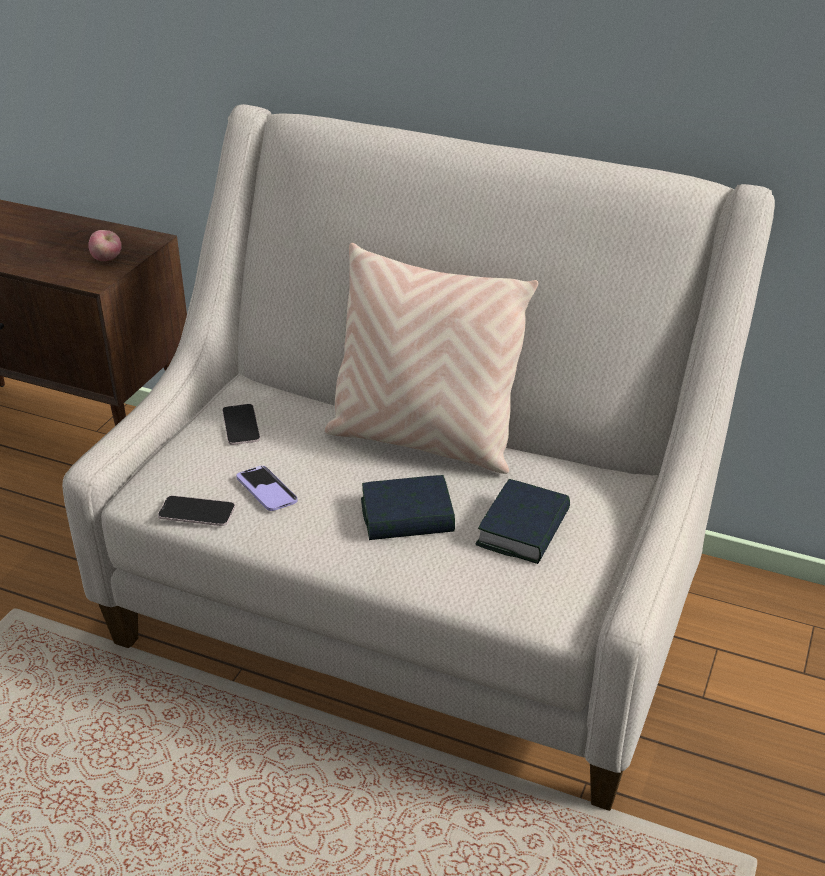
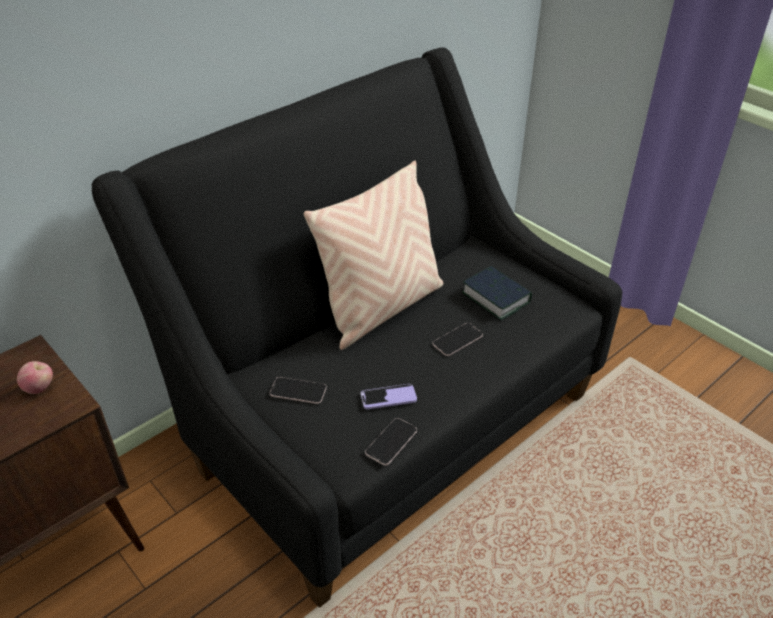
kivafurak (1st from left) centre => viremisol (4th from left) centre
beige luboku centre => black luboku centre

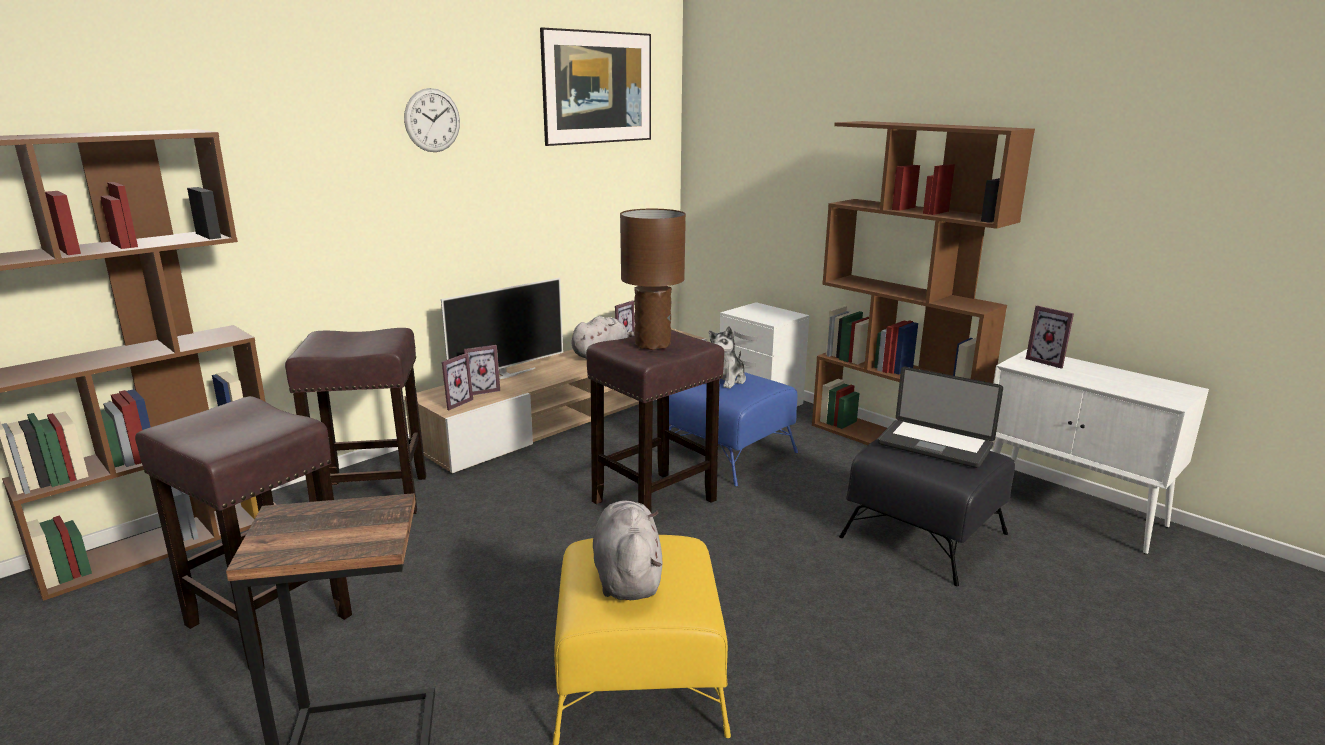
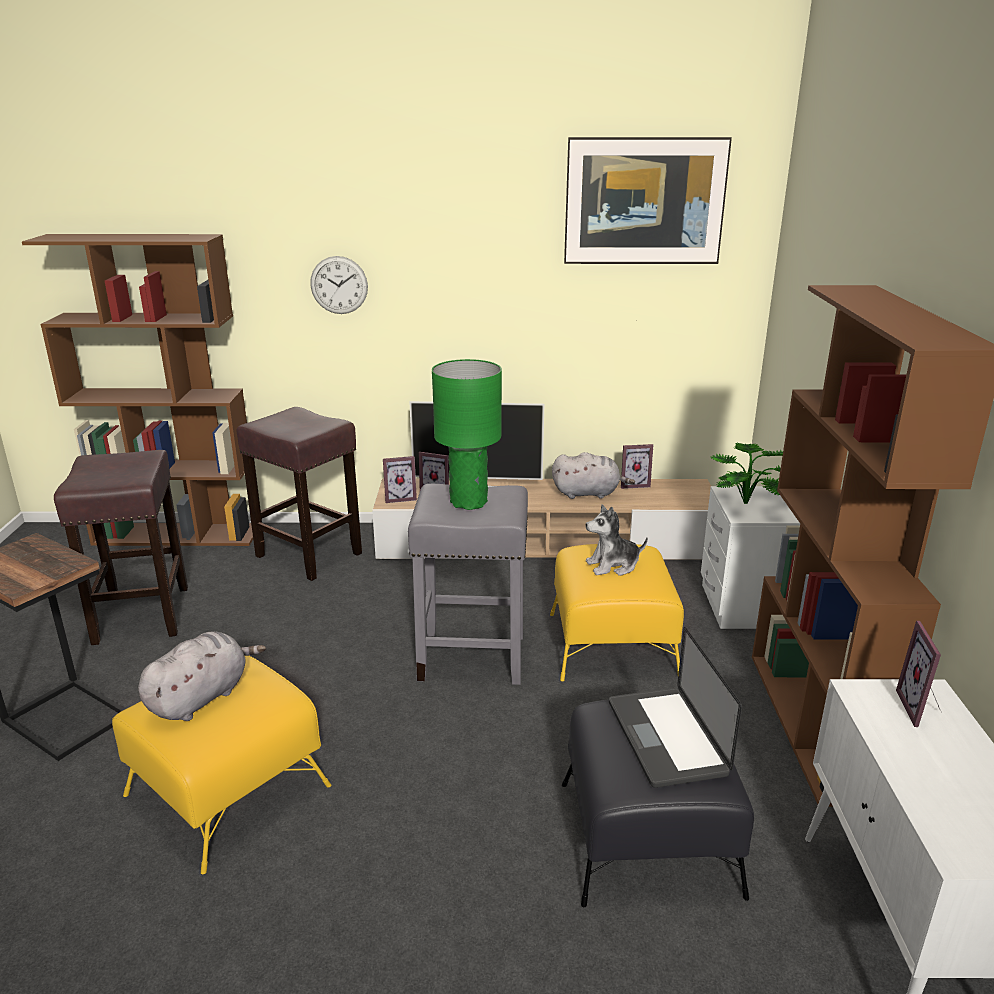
nothing => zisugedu middle right
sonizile top left => sonizile top centre, moved
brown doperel (3rd from left) centre => grey doperel centre
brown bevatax centre => green bevatax centre
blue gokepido centre => yellow gokepido (2nd from left) centre

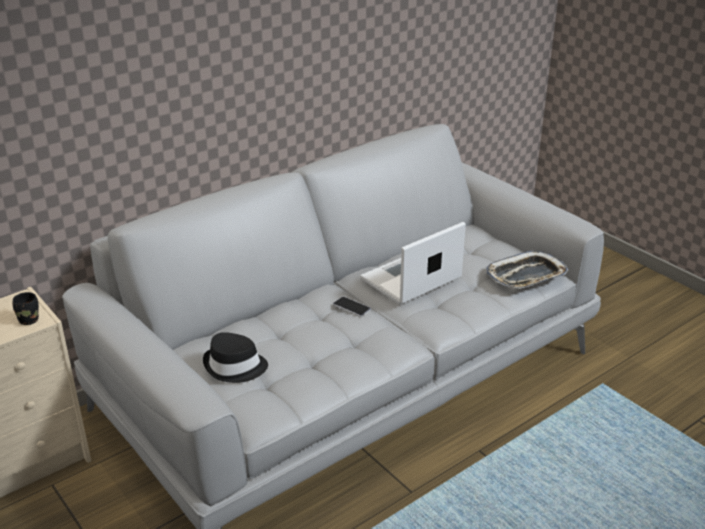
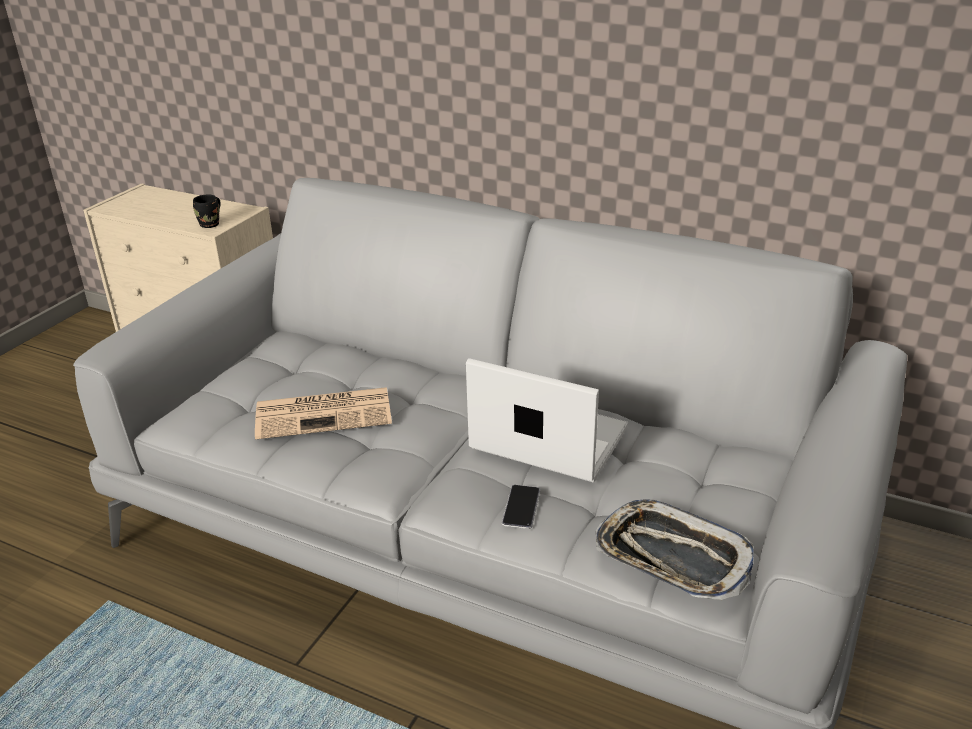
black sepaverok bottom centre => nothing
nothing => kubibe middle left
viremisol centre => viremisol bottom centre, moved

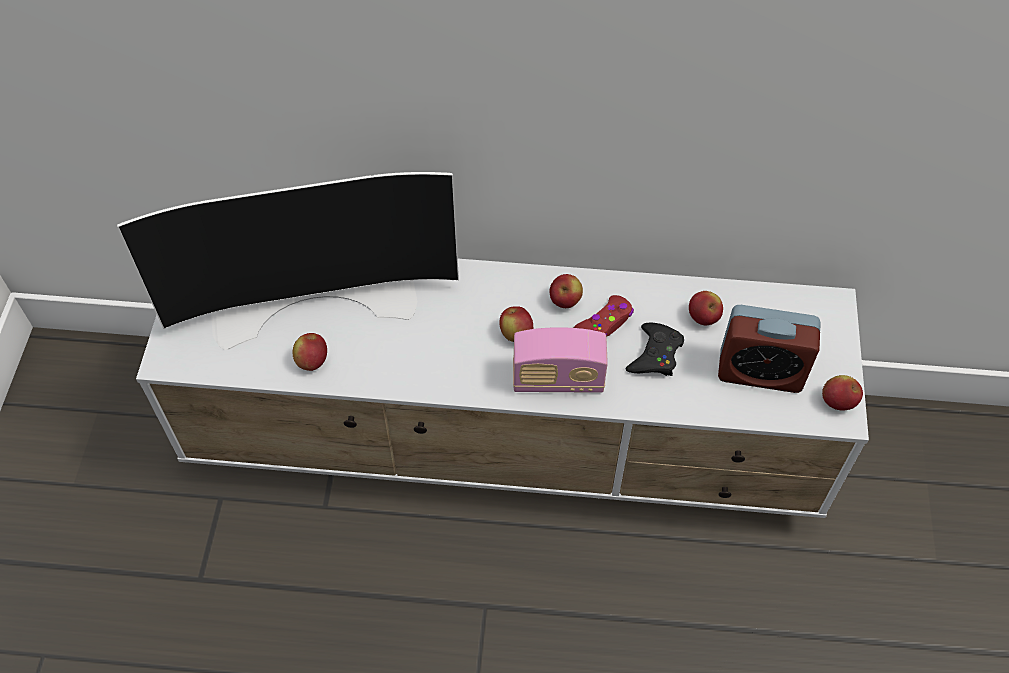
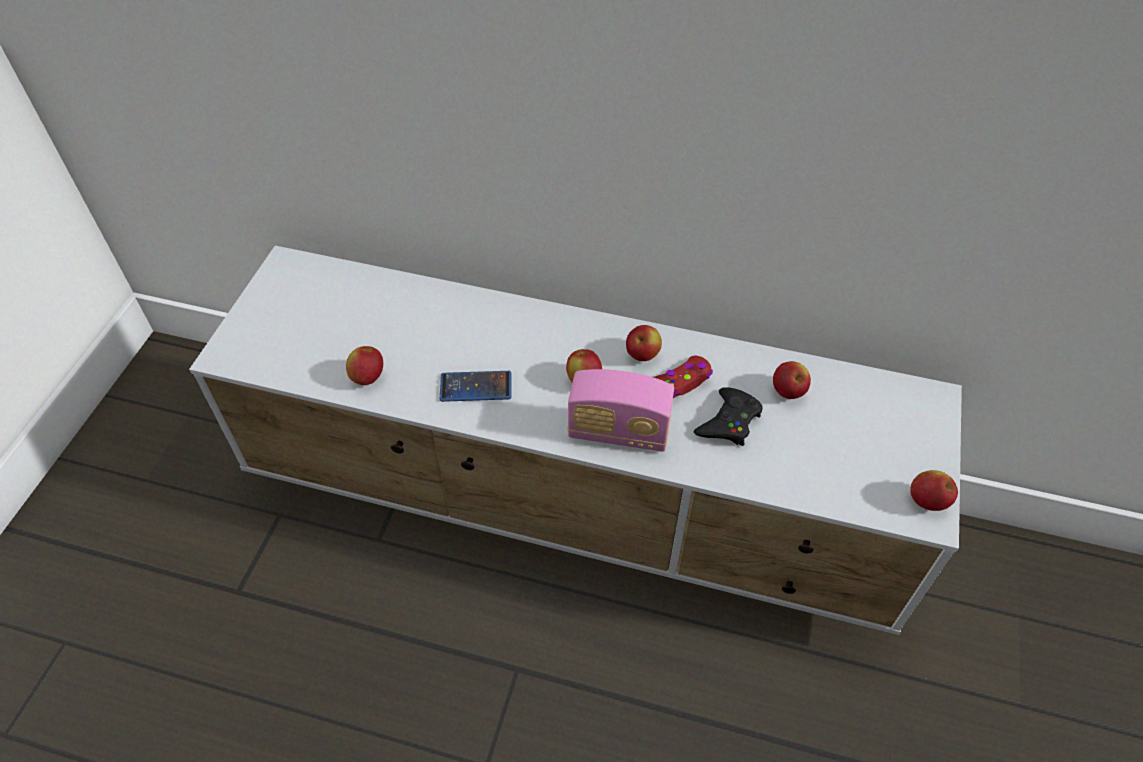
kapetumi middle left => nothing
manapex middle right => nothing
nothing => viremisol centre

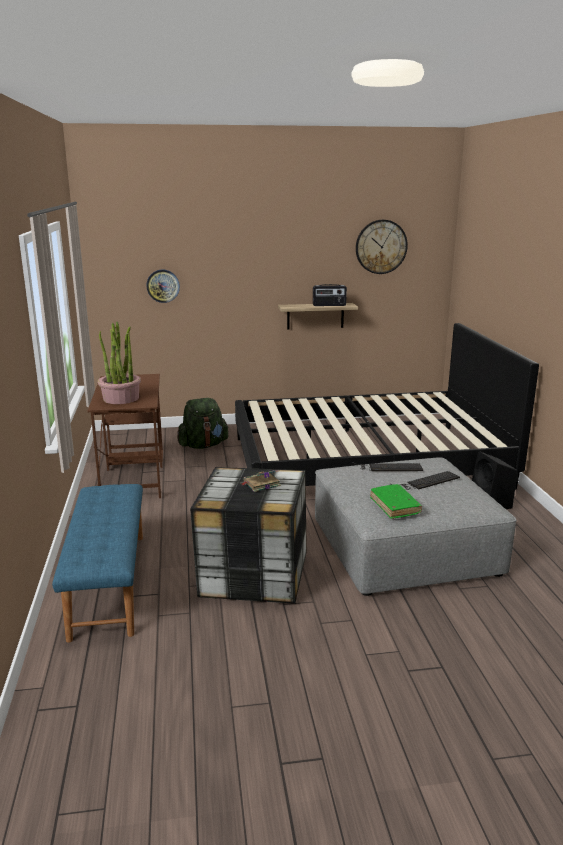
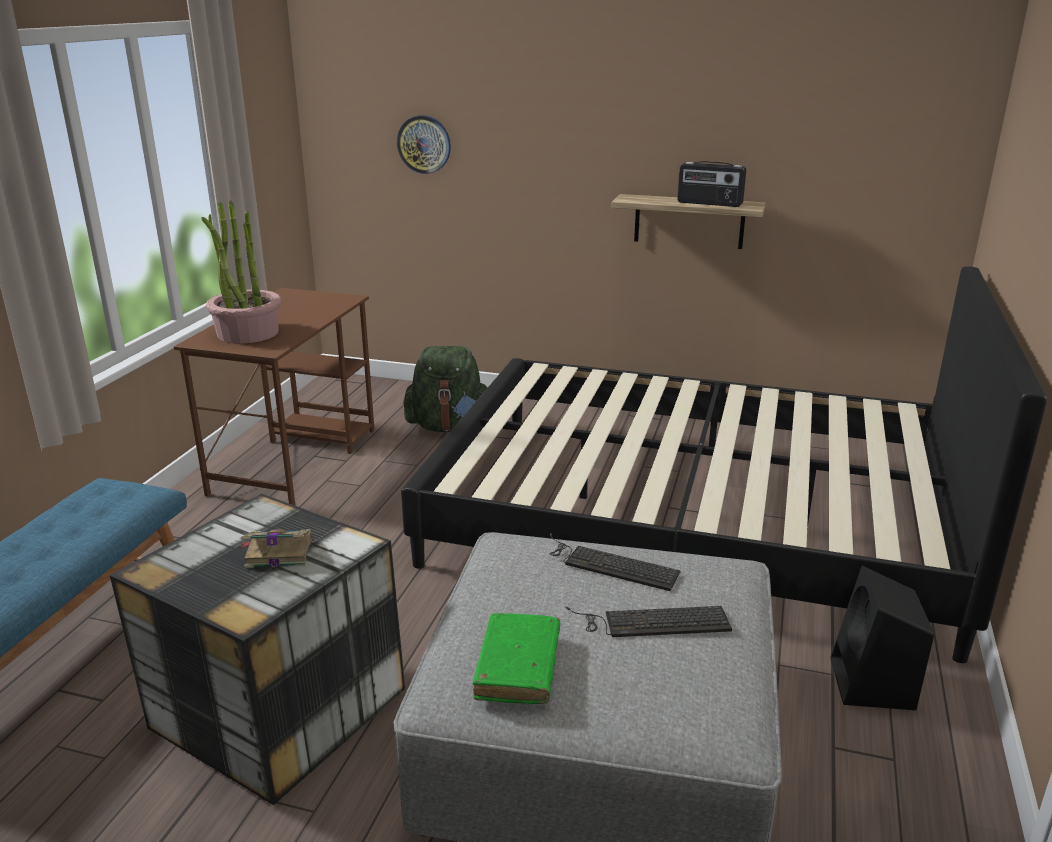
sonizile (2nd from left) top right => nothing

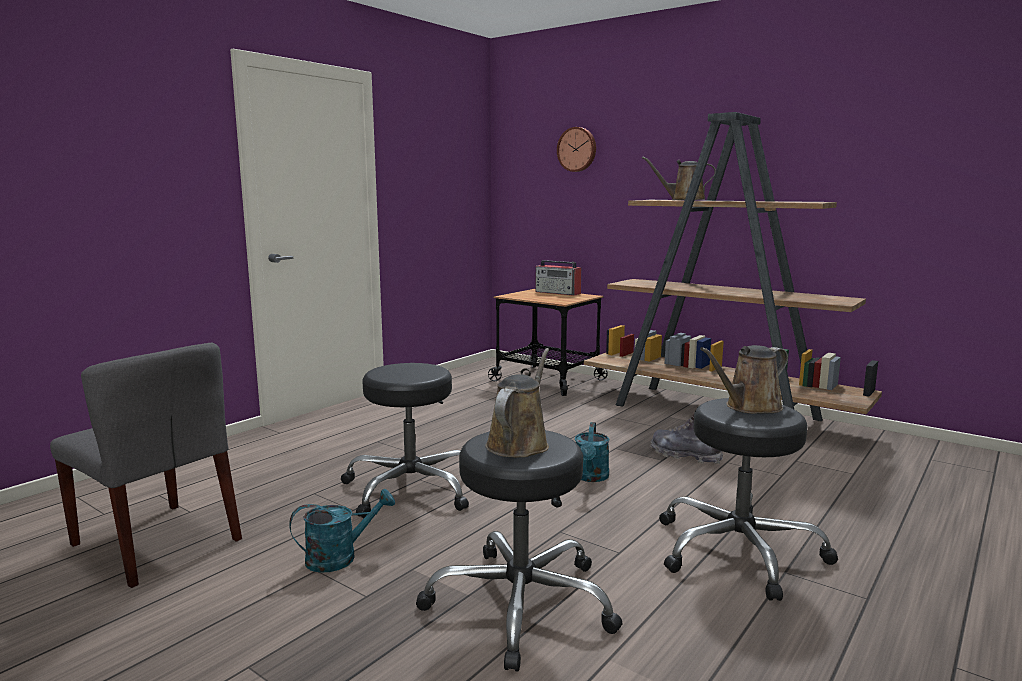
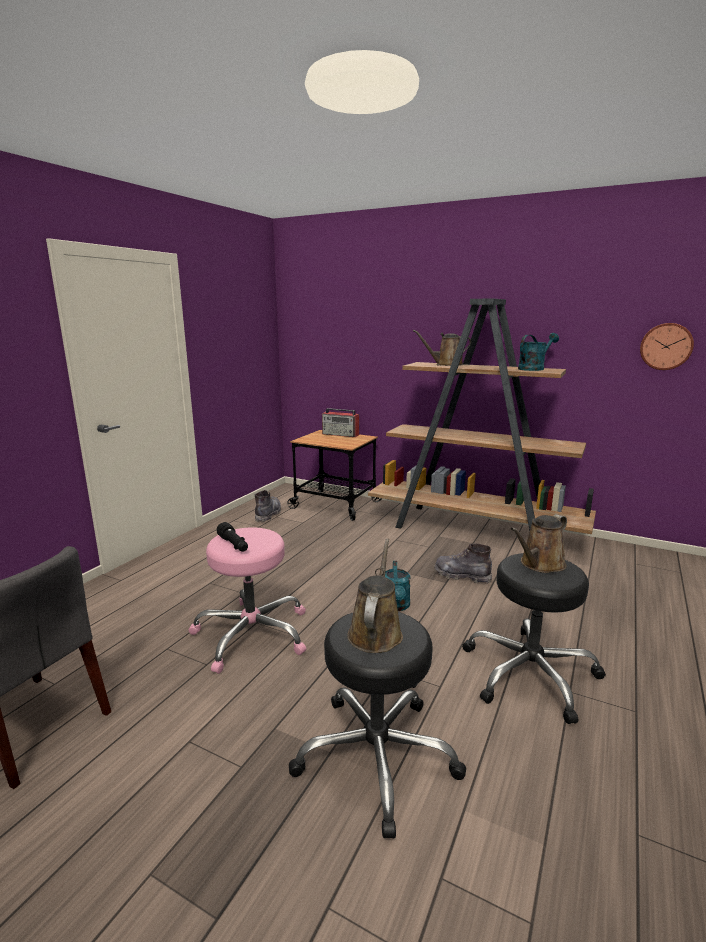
nothing => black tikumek middle left
nothing => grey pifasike (1st from left) centre
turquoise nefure (1st from left in the first image) bottom centre => turquoise nefure (2nd from left) middle right, moved
sonizile top centre => sonizile middle right, moved
black doperel (1st from left) centre => pink doperel centre

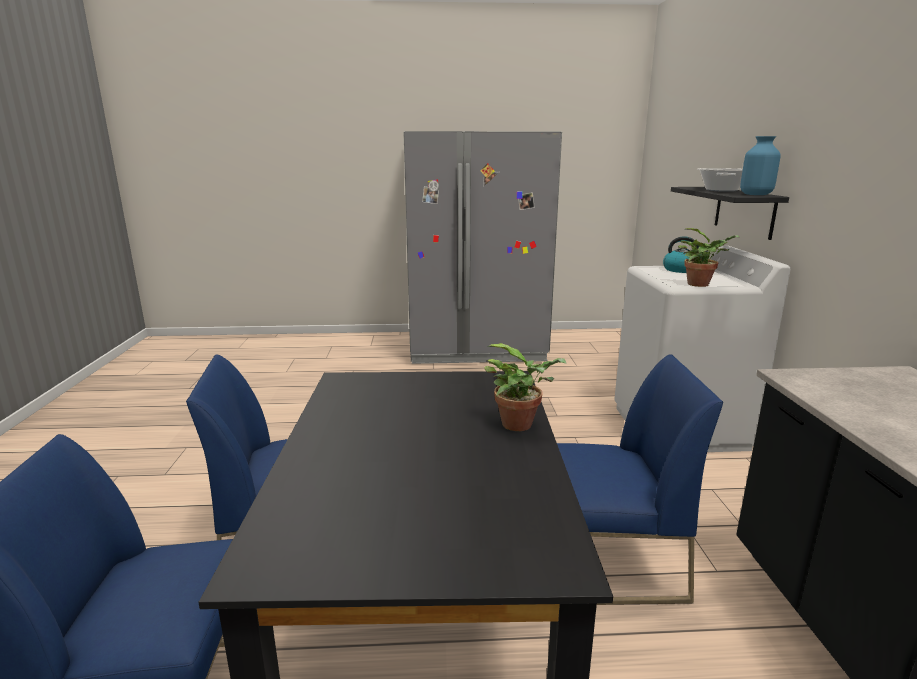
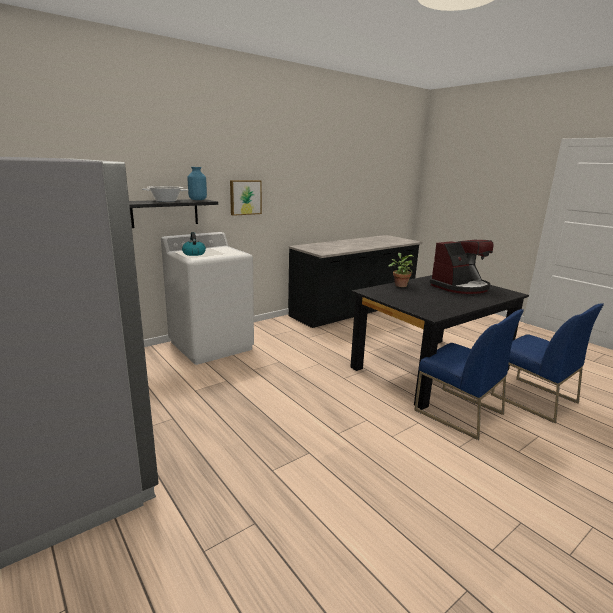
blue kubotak (3rd from left) bottom right => nothing
zisugedu (2nd from left) middle right => nothing
nothing => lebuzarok top centre
nothing => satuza middle right

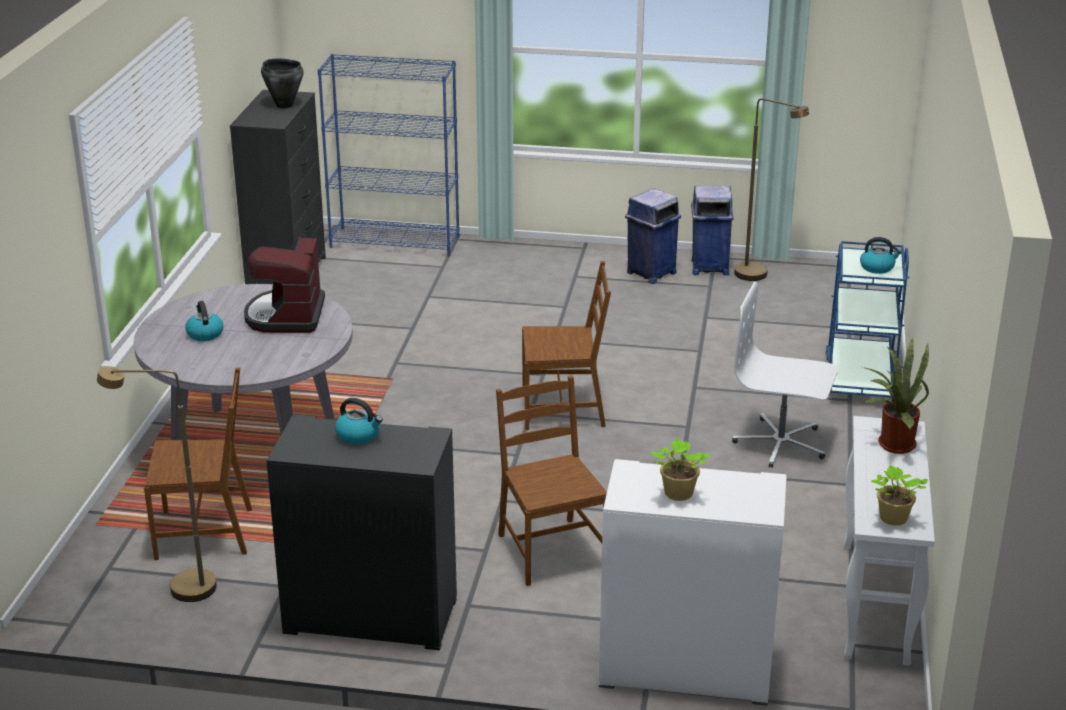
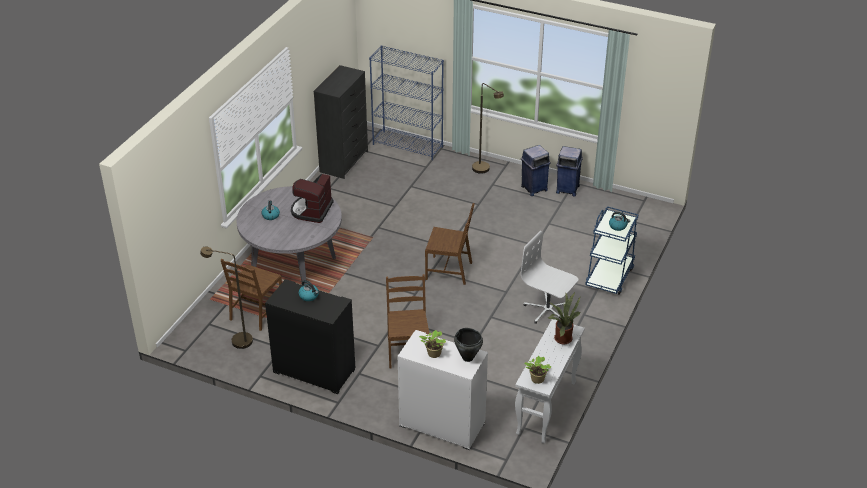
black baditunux top left => black baditunux bottom centre, moved
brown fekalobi (2nd from left) top right => brown fekalobi (2nd from left) top centre, moved
brown kubotak (1st from left) middle left, 105 degrees clockwise

